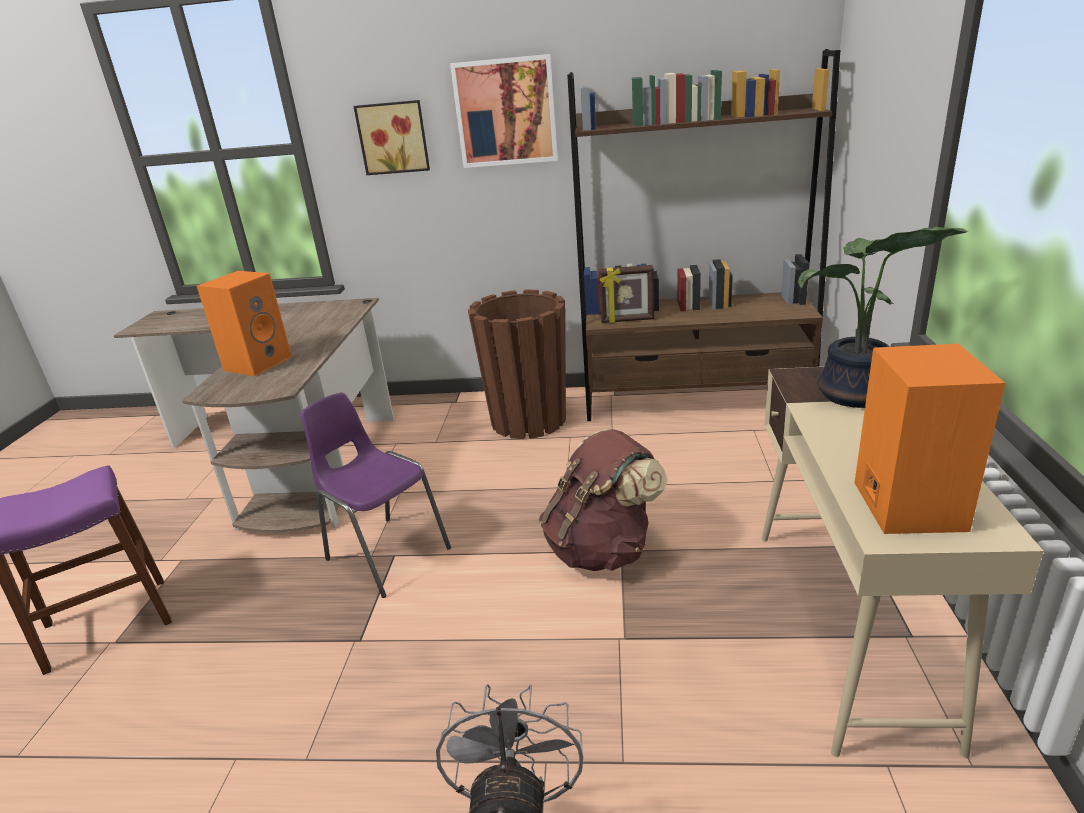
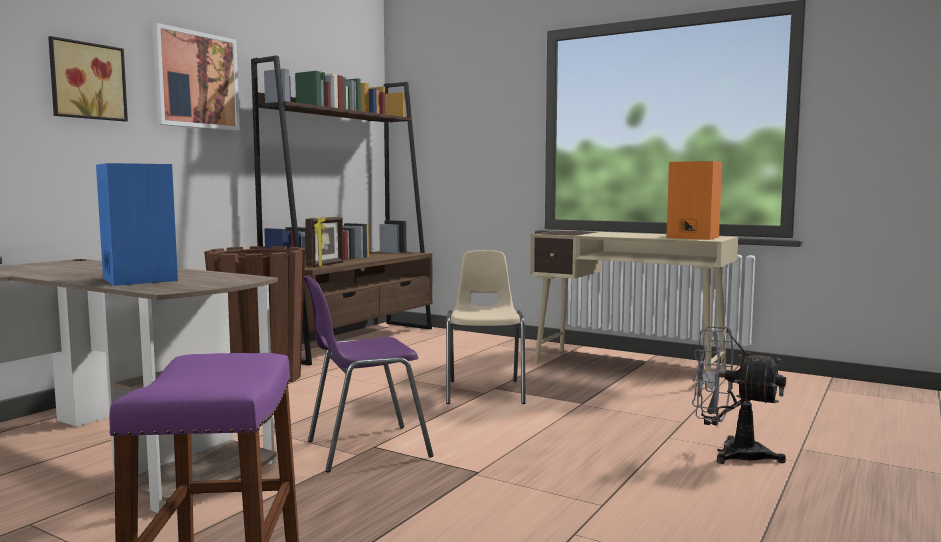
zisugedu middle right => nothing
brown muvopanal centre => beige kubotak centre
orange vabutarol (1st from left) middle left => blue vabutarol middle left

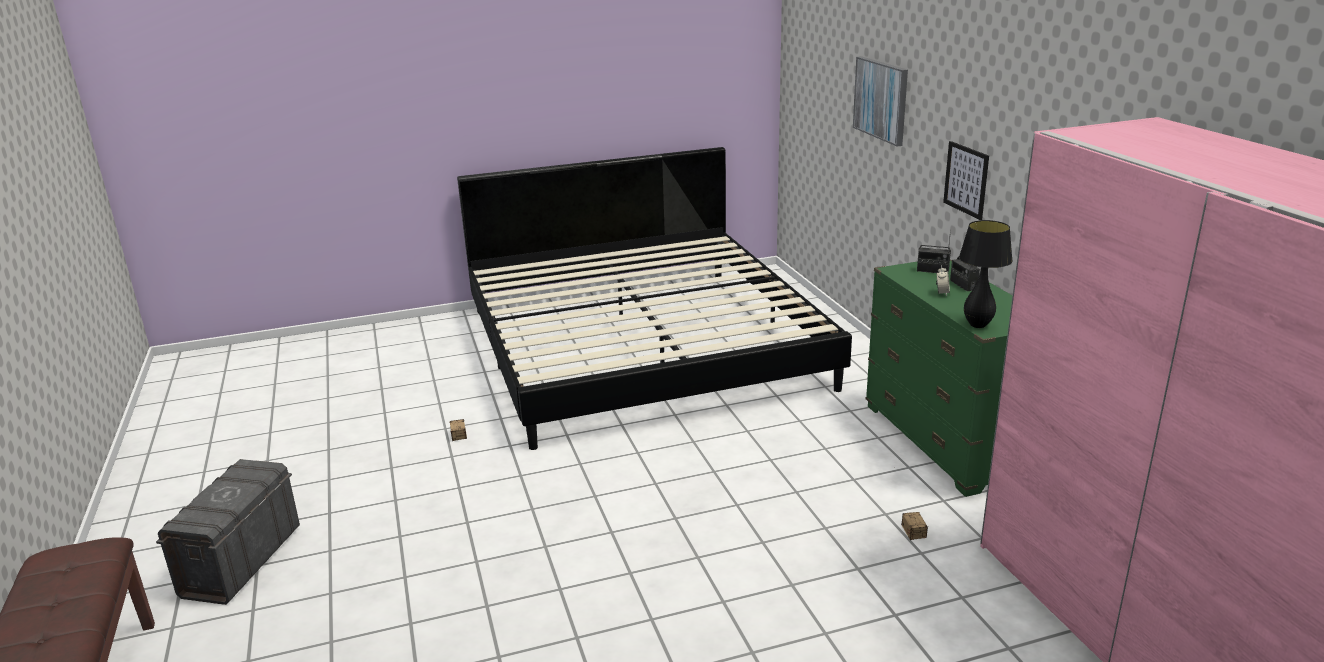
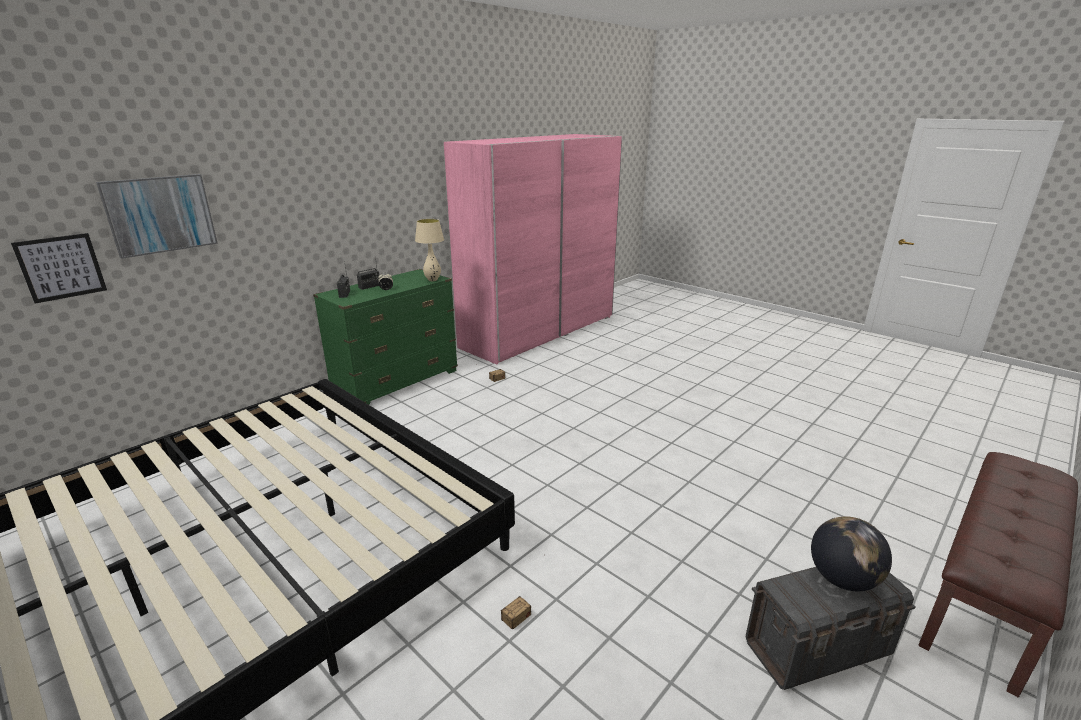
nothing => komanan bottom right
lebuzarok (2nd from left in the first image) top right => lebuzarok (1st from left) middle left, moved
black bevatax middle right => beige bevatax centre

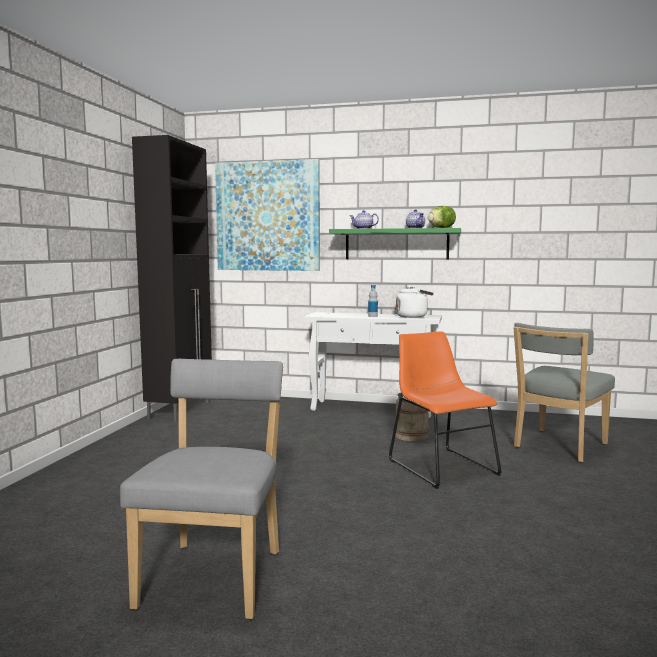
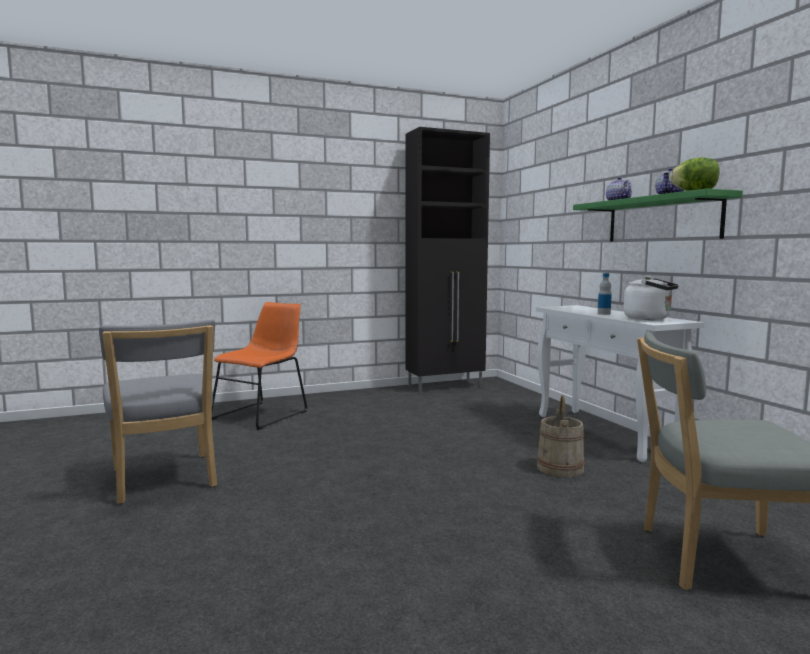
lebuzarok top centre => nothing
orange kubotak middle right => orange kubotak middle left, moved
grey kubotak (1st from left) bottom left => grey kubotak (1st from left) middle left, 90 degrees clockwise

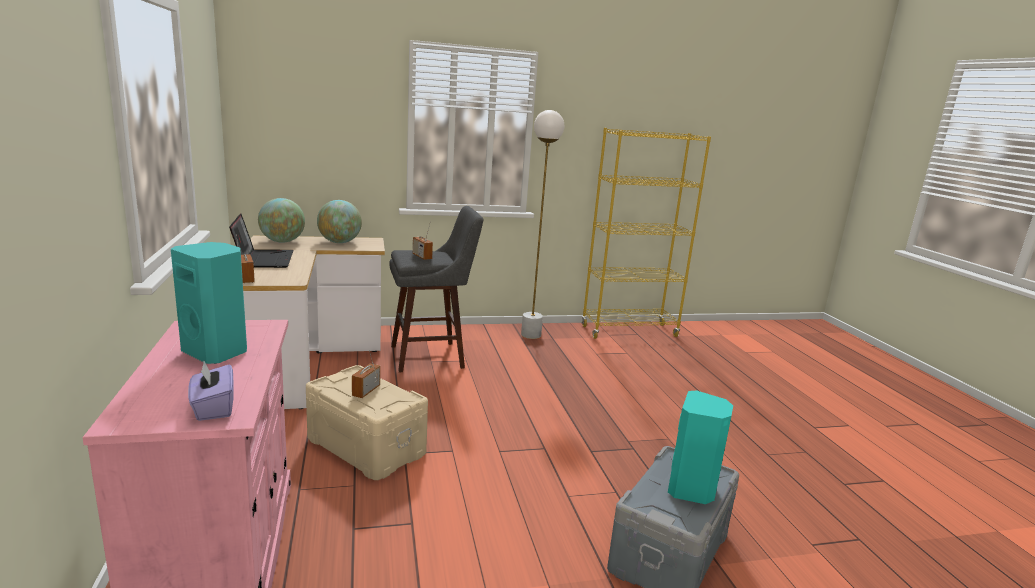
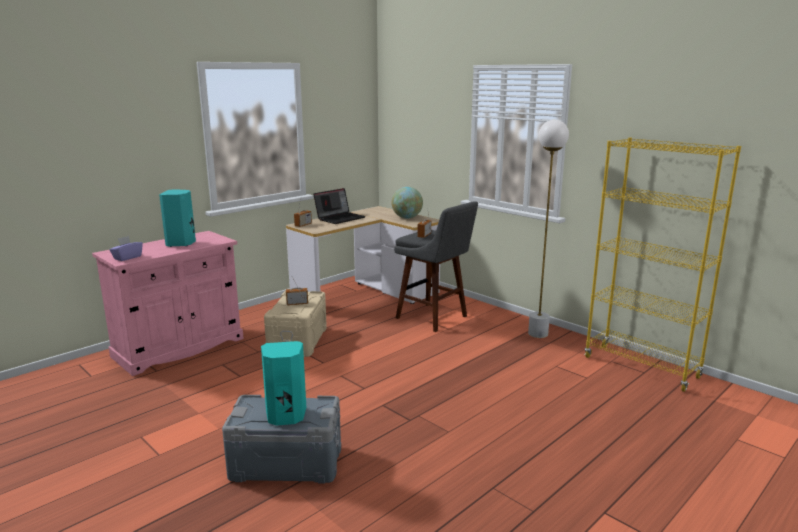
komanan (1st from left) middle left => nothing

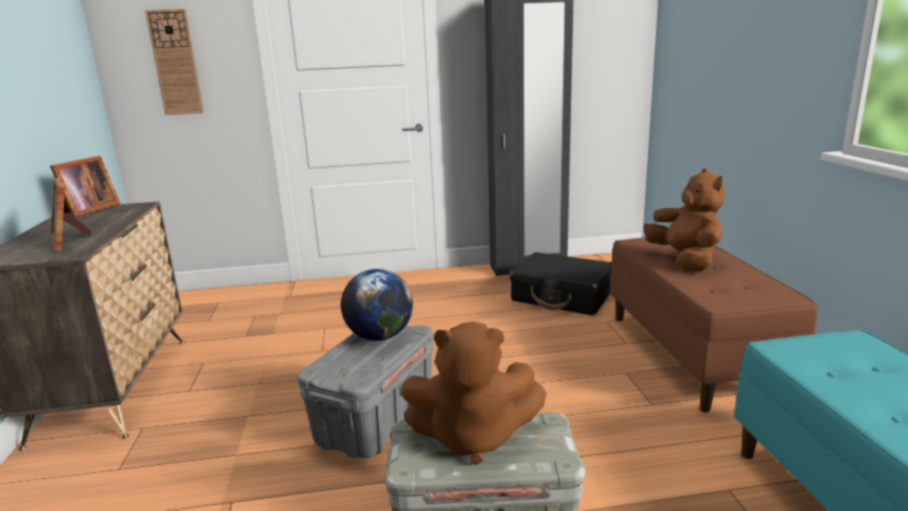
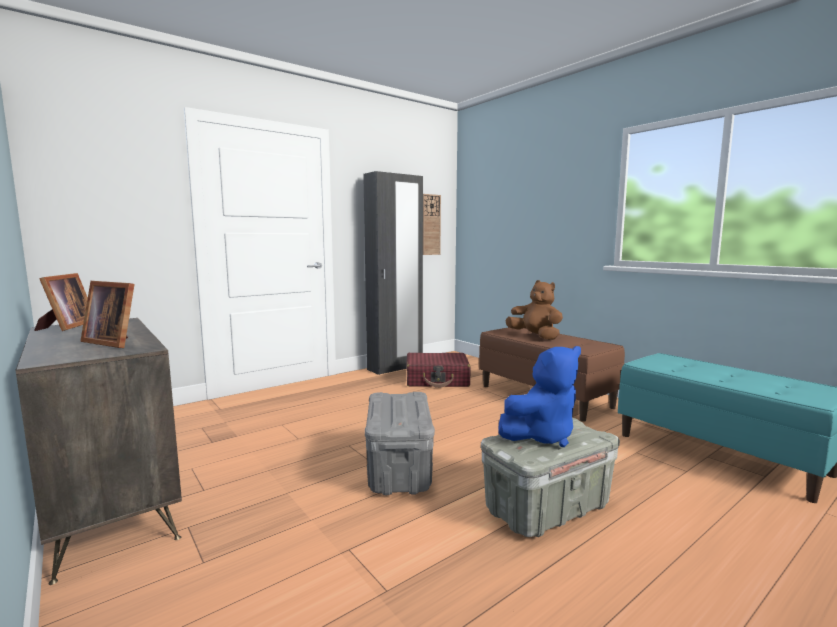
komanan centre => nothing
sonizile top left => sonizile centre, moved
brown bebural (1st from left) bottom centre => blue bebural centre
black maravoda centre => red maravoda centre

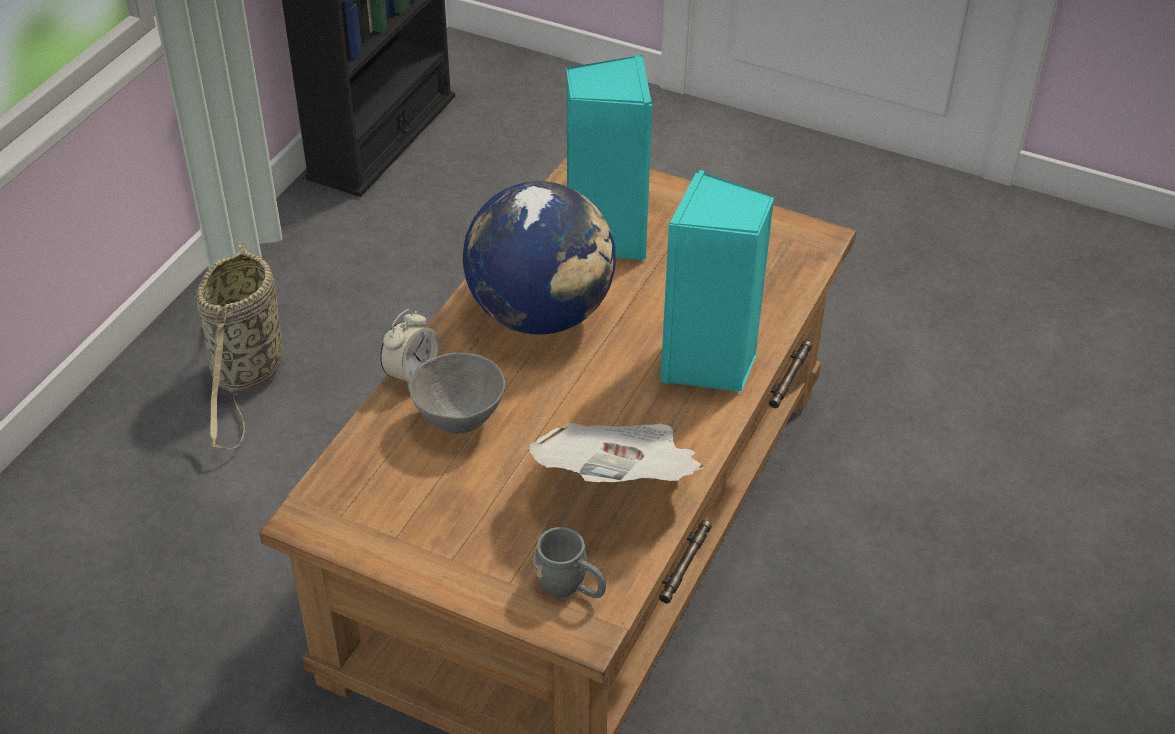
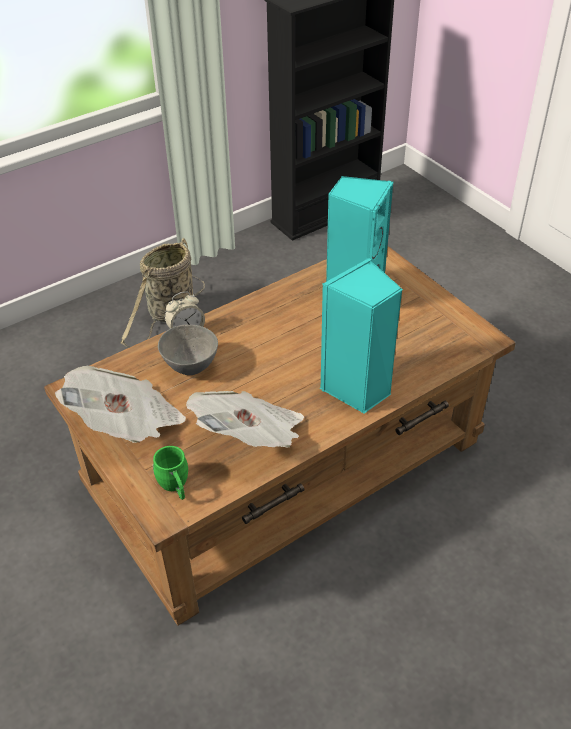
komanan centre => nothing
nothing => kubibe (1st from left) middle left
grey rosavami bottom centre => green rosavami middle left

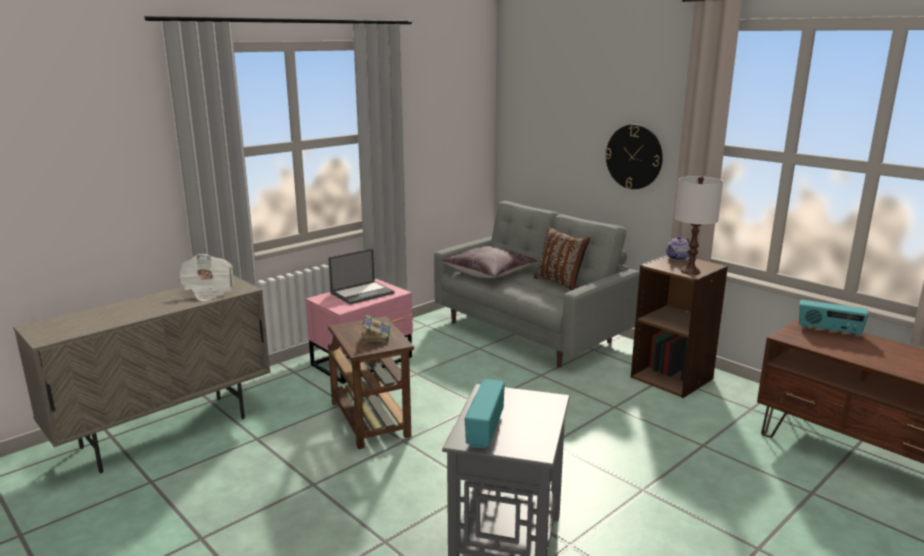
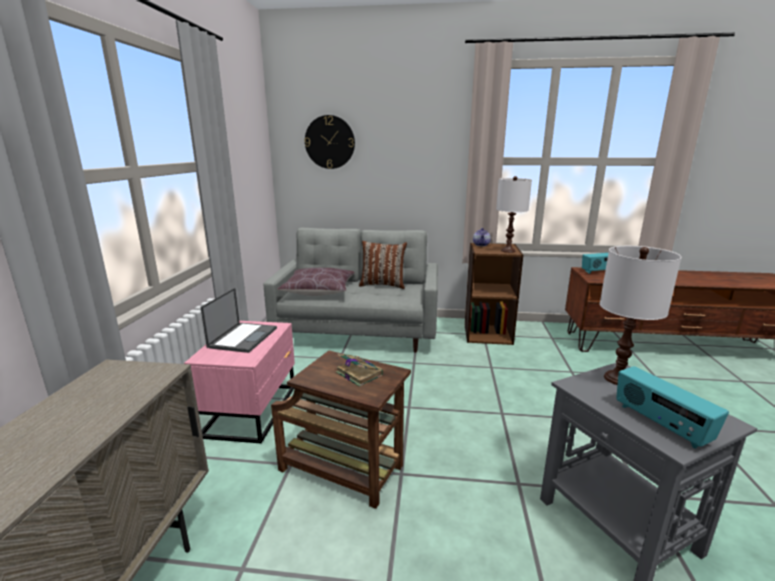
kubibe middle left => nothing
nothing => white bevatax (2nd from left) middle right
sonizile top right => sonizile top centre, moved

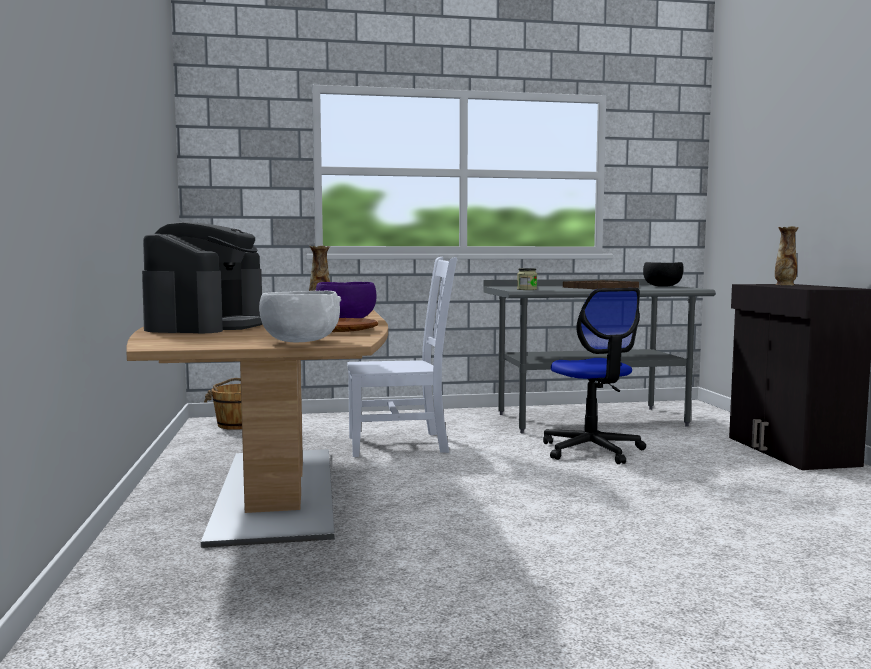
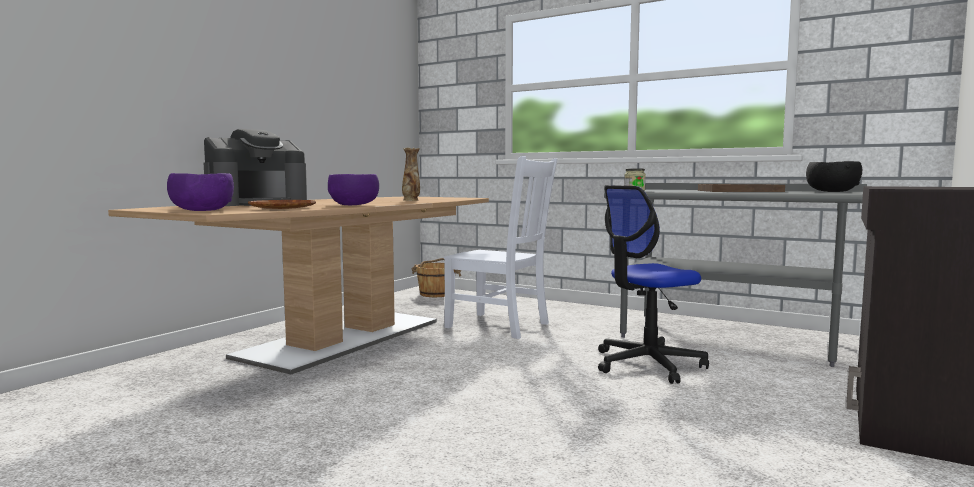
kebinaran (2nd from left) middle right => nothing
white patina centre => purple patina (1st from left) middle left
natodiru middle right, 45 degrees clockwise

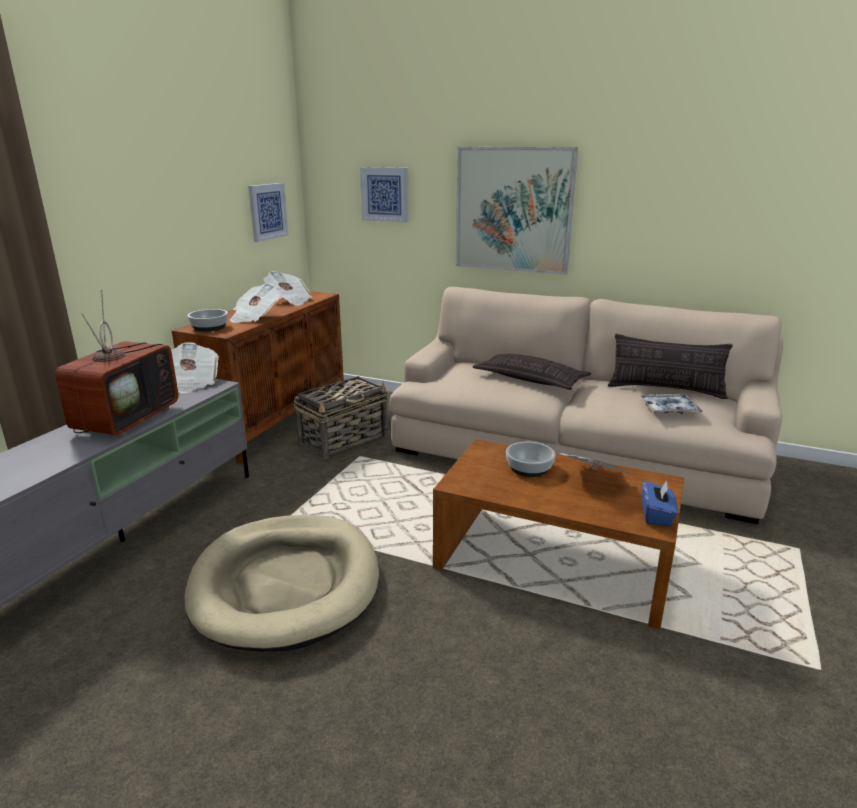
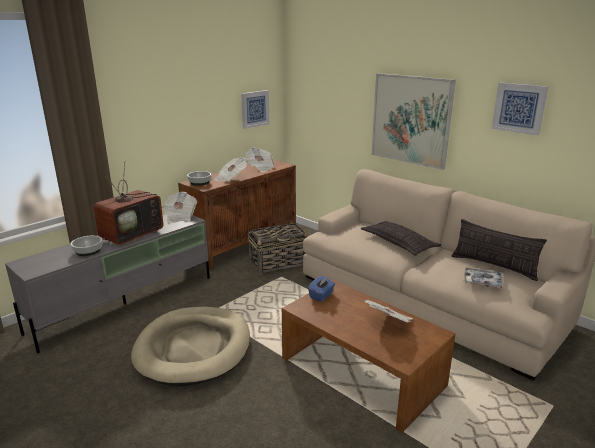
lebuzarok (2nd from left in the first image) top centre => lebuzarok (3rd from left) top right, moved
patina (2nd from left in the first image) centre => patina (1st from left) middle left, moved
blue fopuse middle right => blue fopuse centre, moved

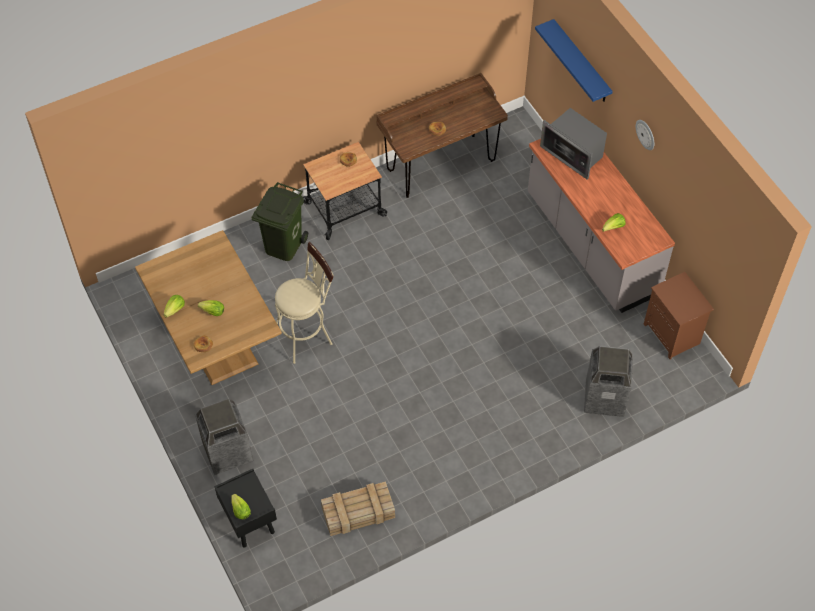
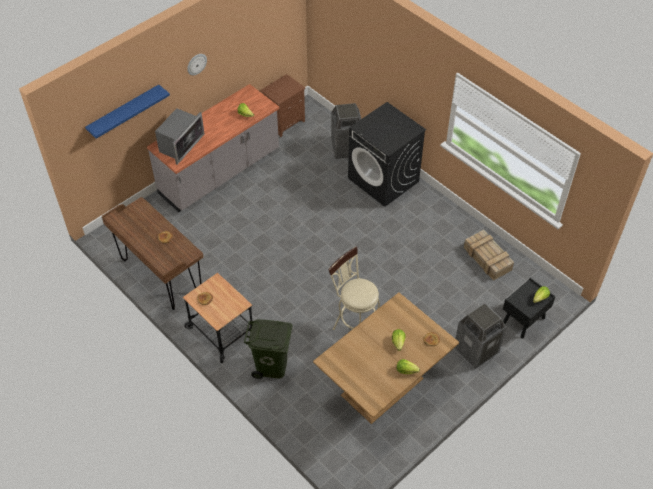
nothing => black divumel top centre

